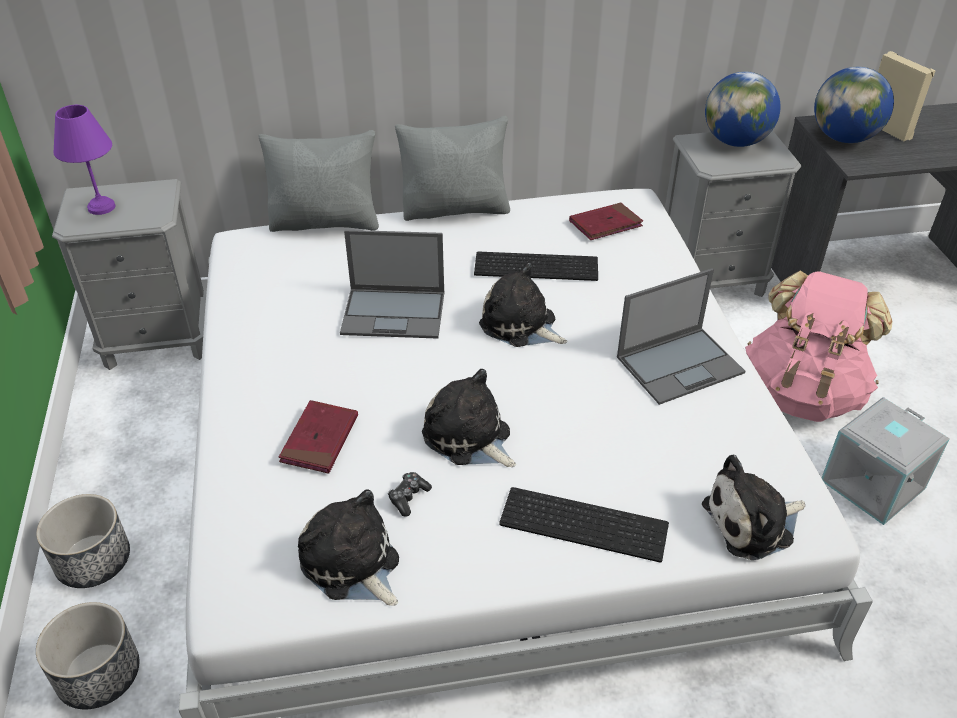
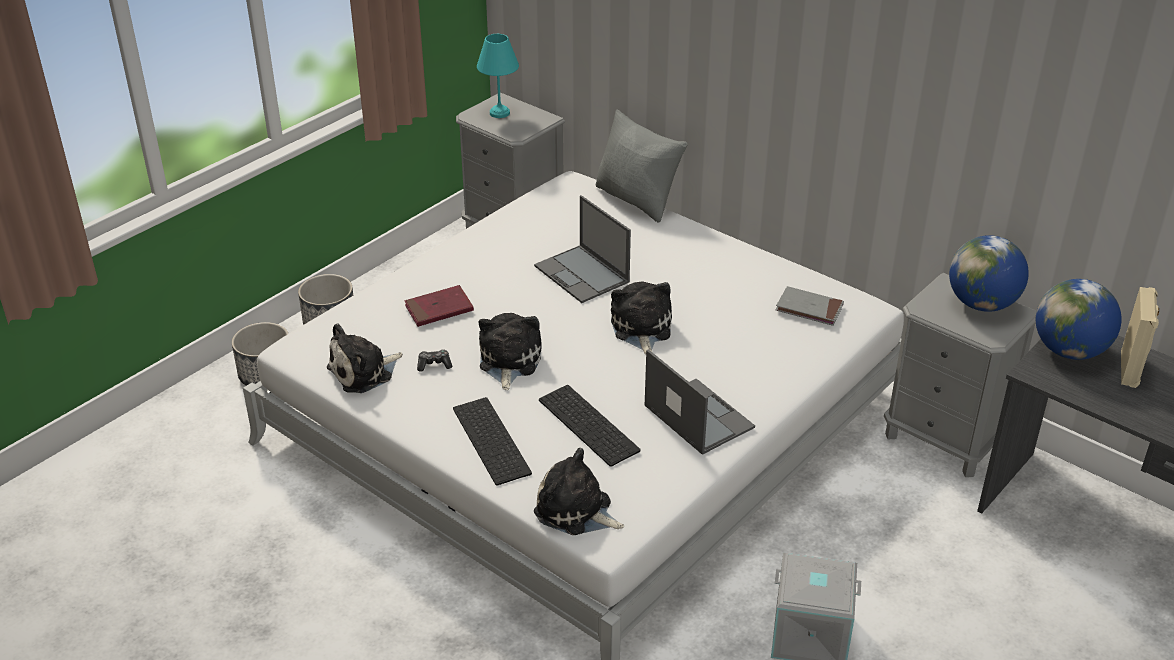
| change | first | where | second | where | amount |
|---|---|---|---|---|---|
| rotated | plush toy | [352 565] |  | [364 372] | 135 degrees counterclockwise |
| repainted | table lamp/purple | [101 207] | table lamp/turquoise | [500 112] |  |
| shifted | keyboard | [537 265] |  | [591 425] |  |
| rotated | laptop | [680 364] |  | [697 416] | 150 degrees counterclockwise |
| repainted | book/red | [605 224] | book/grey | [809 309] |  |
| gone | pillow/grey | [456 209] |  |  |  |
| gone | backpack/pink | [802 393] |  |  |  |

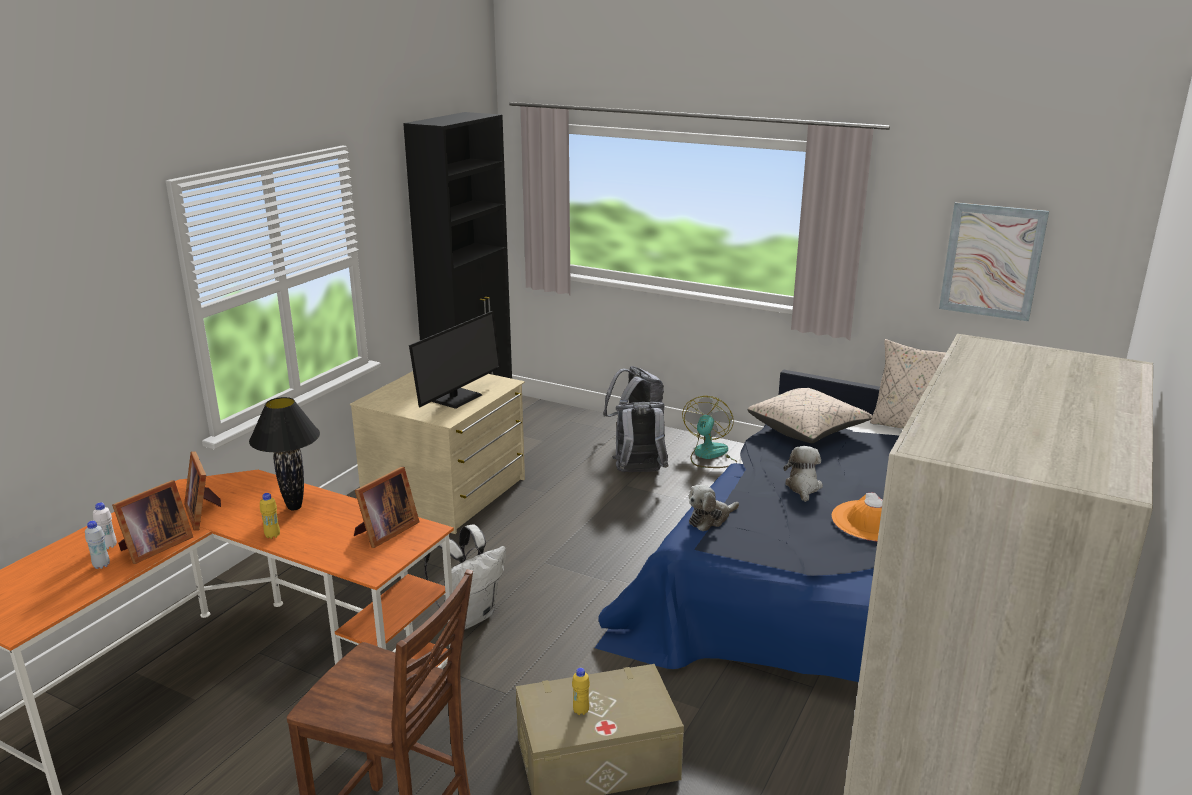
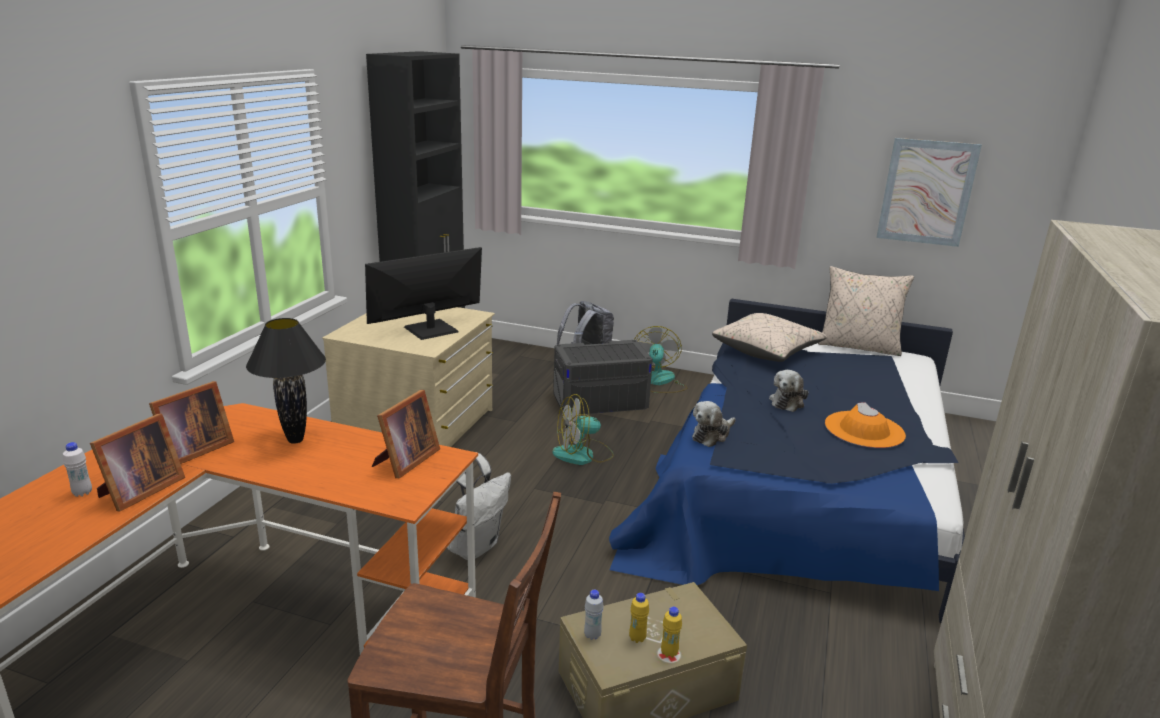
| change | first | where | second | where | amount |
|---|---|---|---|---|---|
| rotated | picture frame | [204 513] |  | [192 451] | 105 degrees counterclockwise |
| rotated | monitor | [455 397] |  | [430 329] | 150 degrees counterclockwise |
| new |  |  | fan | [583 455] |  |
| swapped | backpack/grey | [639 473] | storage box/grey | [600 400] |  |
| shifted | bottle/white | [101 565] |  | [592 635] |  |
| shifted | bottle/yellow | [272 535] |  | [669 653] |  |
| rotated | plush toy | [803 487] |  | [787 402] | 150 degrees counterclockwise |

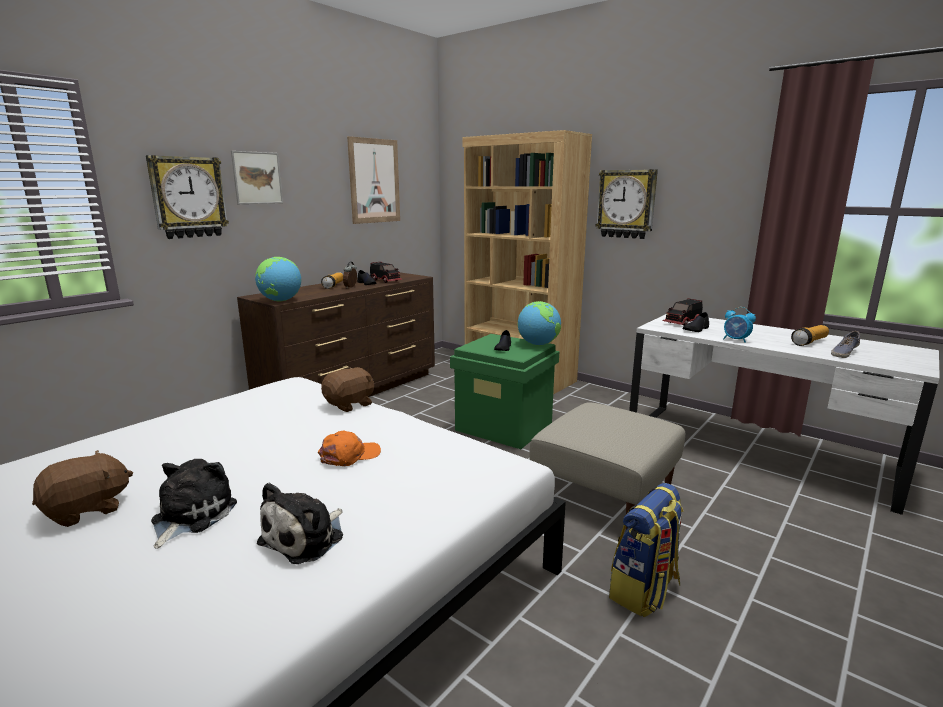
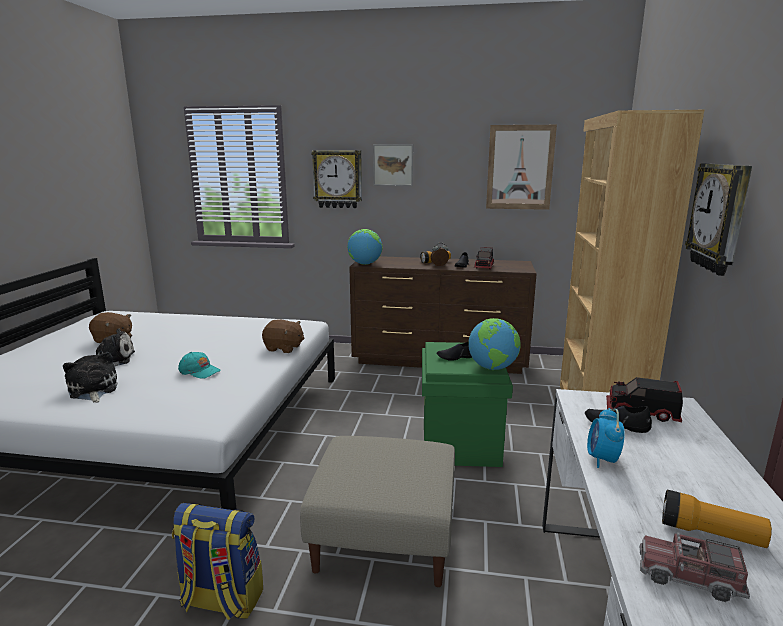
| change | first | where | second | where | amount |
|---|---|---|---|---|---|
| rotated | plush toy | [306 538] |  | [93 390] | 60 degrees clockwise |
| repainted | cap/orange | [349 455] | cap/turquoise | [199 371] |  |
| swapped | shoe | [844 353] | toy truck | [689 577] |  |

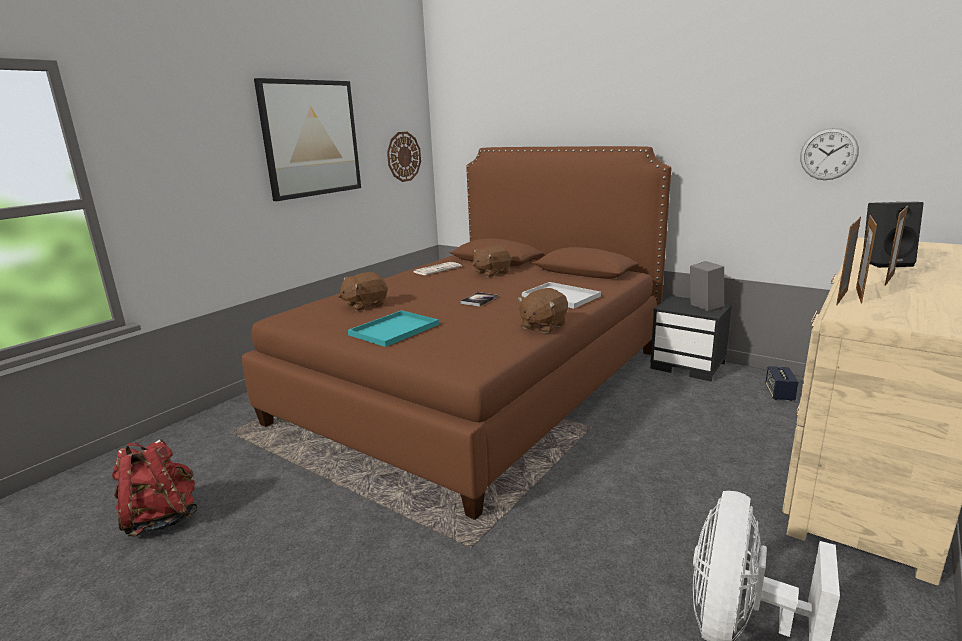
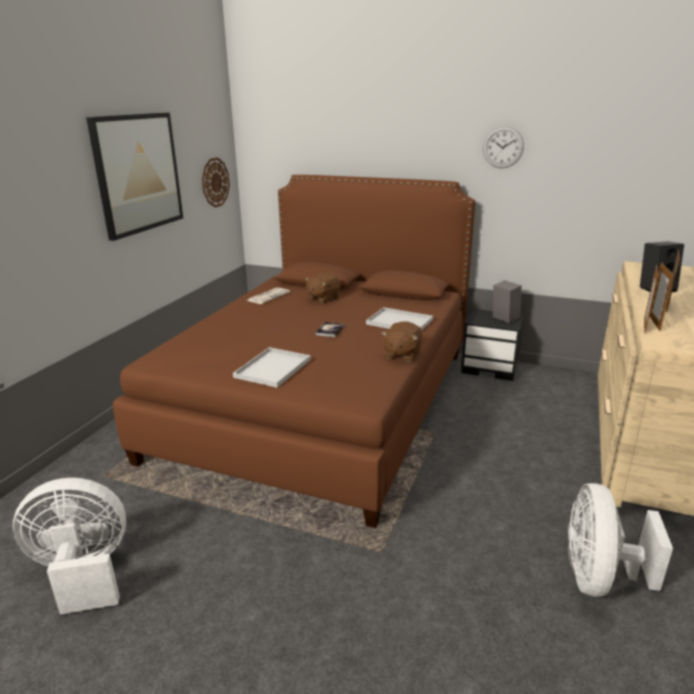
| change | first | where | second | where | amount |
|---|---|---|---|---|---|
| swapped | backpack/red | [161 519] | fan/white | [82 572] |  |
| repainted | tray/turquoise | [393 330] | tray/white | [273 369] |  |
| shifted | wall clock | [828 154] |  | [503 147] |  |
| gone | plush toy/brown | [365 305] |  |  |  |
| gone | speaker | [779 394] |  |  |  |

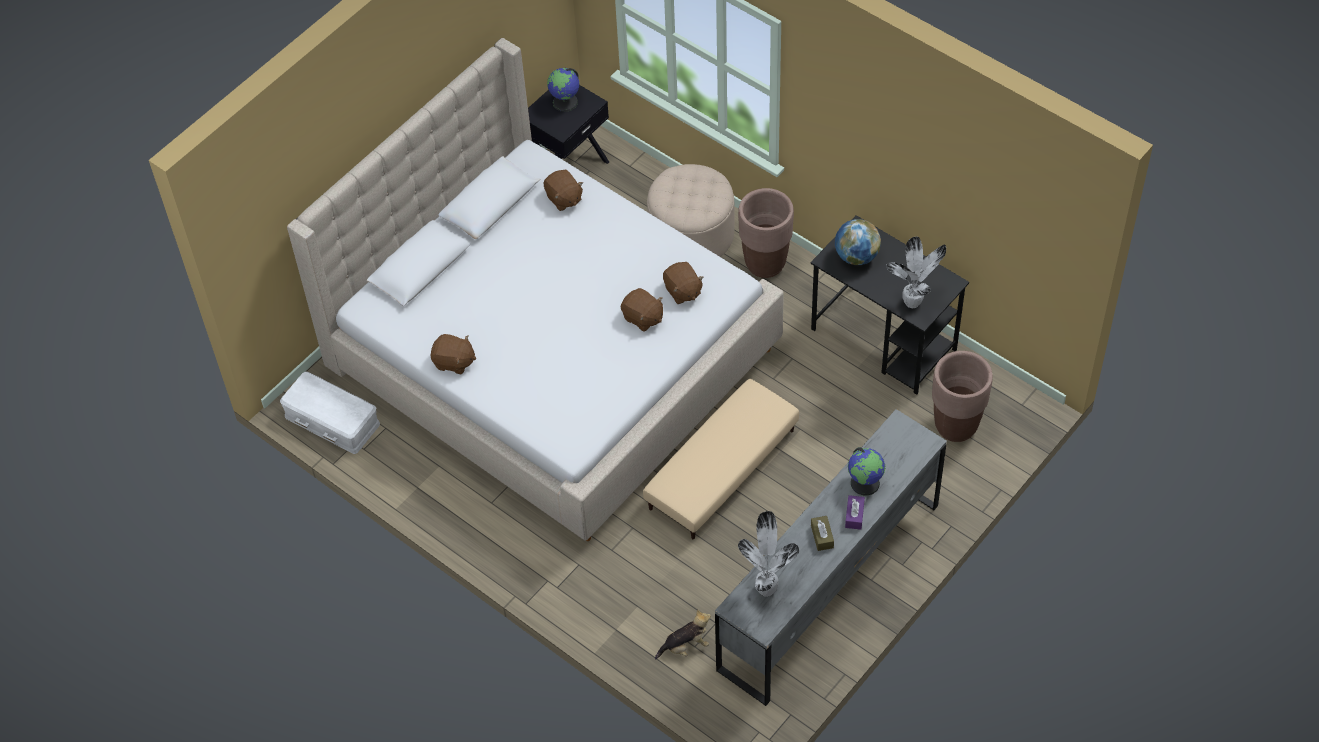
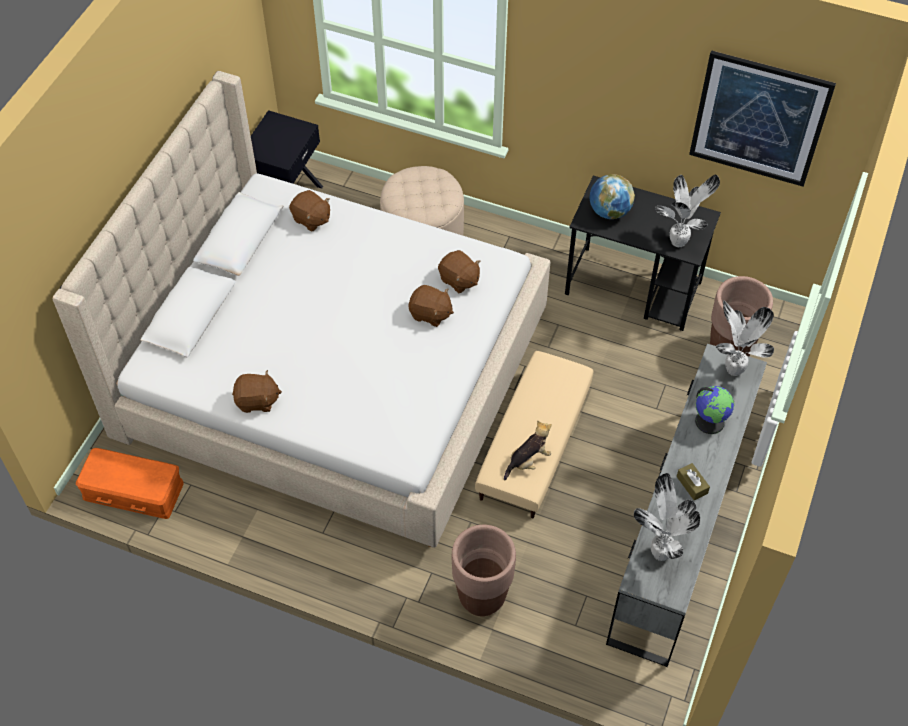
| change | first | where | second | where | amount |
|---|---|---|---|---|---|
| repainted | storage box/white | [333 419] | storage box/orange | [133 489] |  |
| shifted | planter/brown | [765 263] |  | [482 597] |  |
| shifted | plush toy | [685 646] |  | [528 460] |  |
| new |  |  | picture | [759 119] |  |
| new |  |  | potted plant | [732 369] |  |
| gone | globe | [565 102] |  |  |  |
| gone | tissue box/purple | [854 515] |  |  |  |

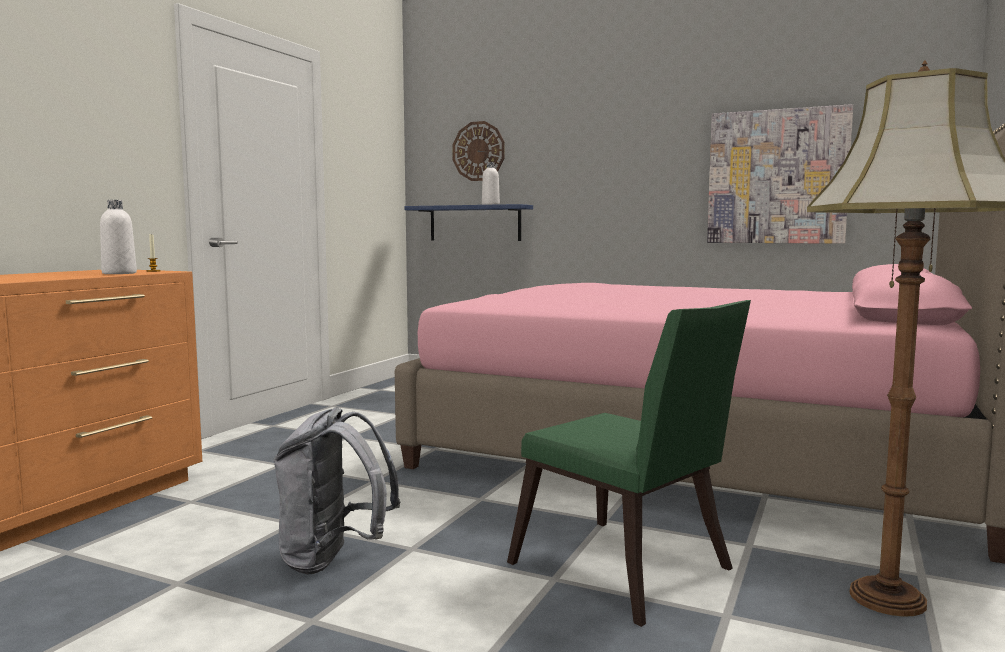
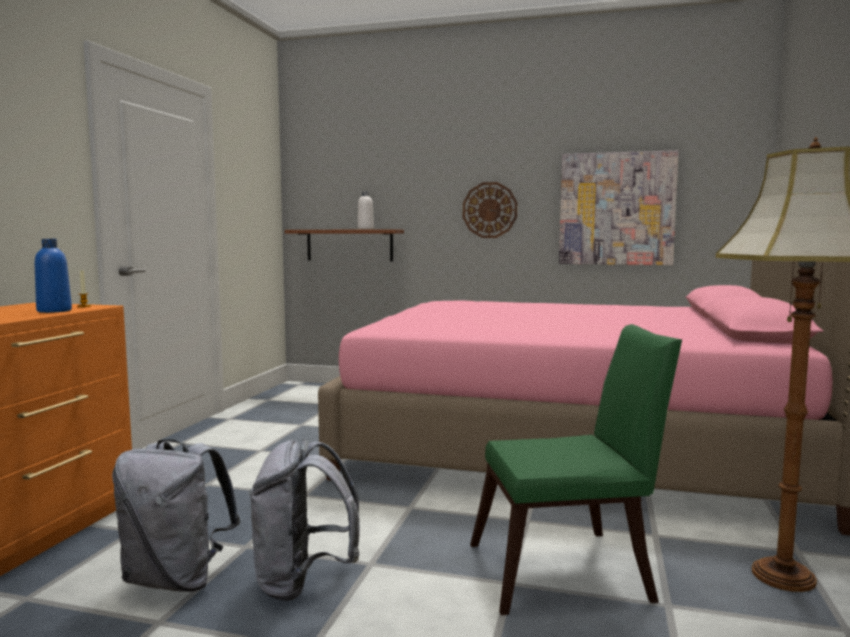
| change | first | where | second | where | amount |
|---|---|---|---|---|---|
| repainted | bottle/white | [119 273] | bottle/blue | [54 311] |  |
| new |  |  | backpack/grey | [176 579] |  |
| repainted | shelf/blue | [475 223] | shelf/brown | [349 245] |  |
| shifted | wall clock | [478 151] |  | [489 210] |  |
| rotated | chair/green | [628 573] |  | [570 572] | 45 degrees counterclockwise |

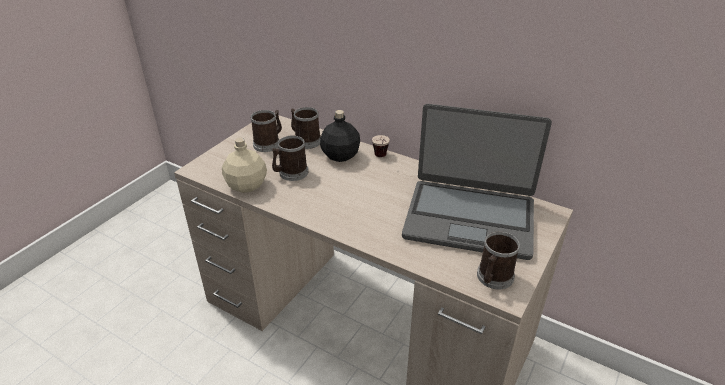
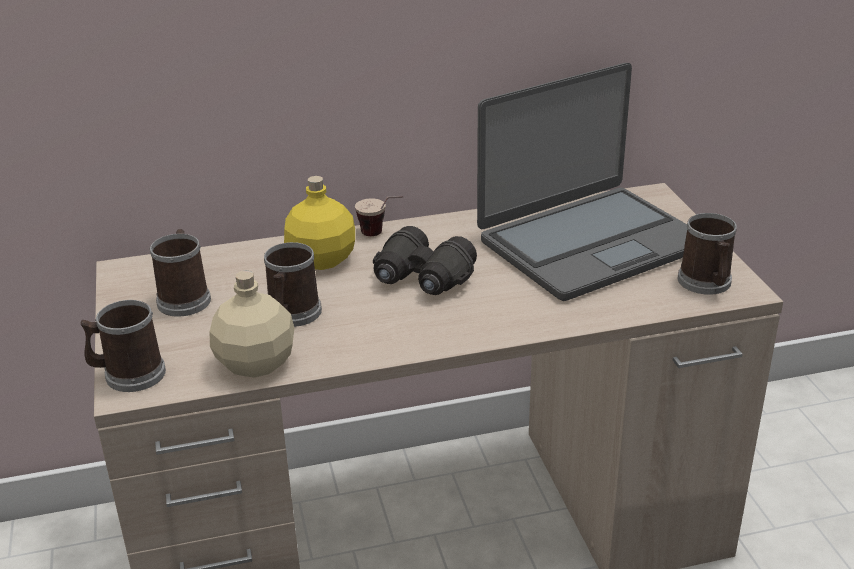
| change | first | where | second | where | amount |
|---|---|---|---|---|---|
| shifted | mug | [305 140] |  | [128 375] |  |
| repainted | bottle/black | [341 156] | bottle/yellow | [323 259] |  |
| new |  |  | binoculars/black | [422 279] |  |

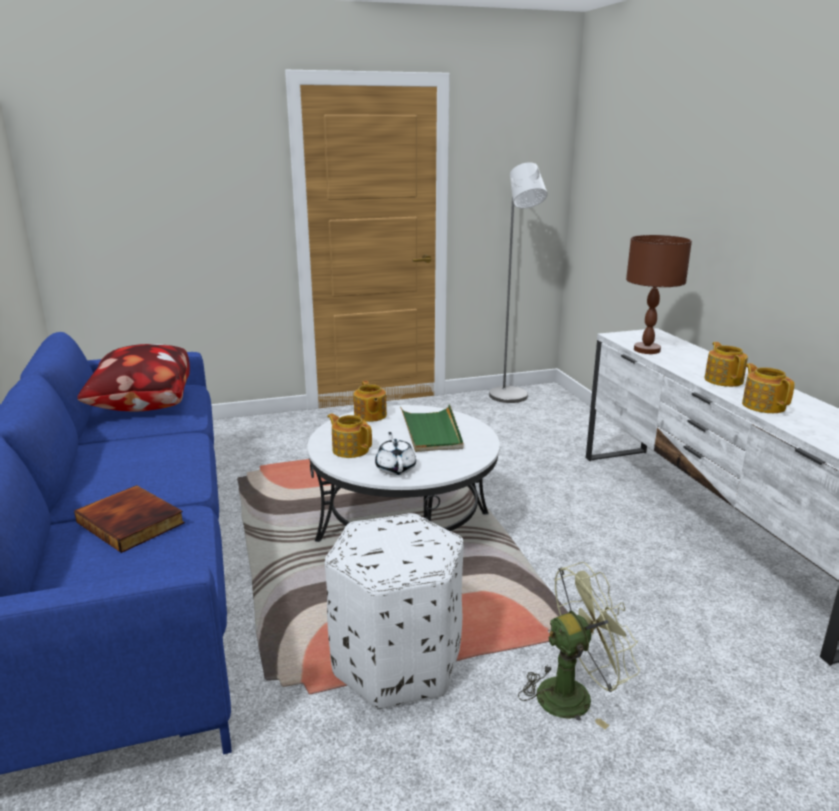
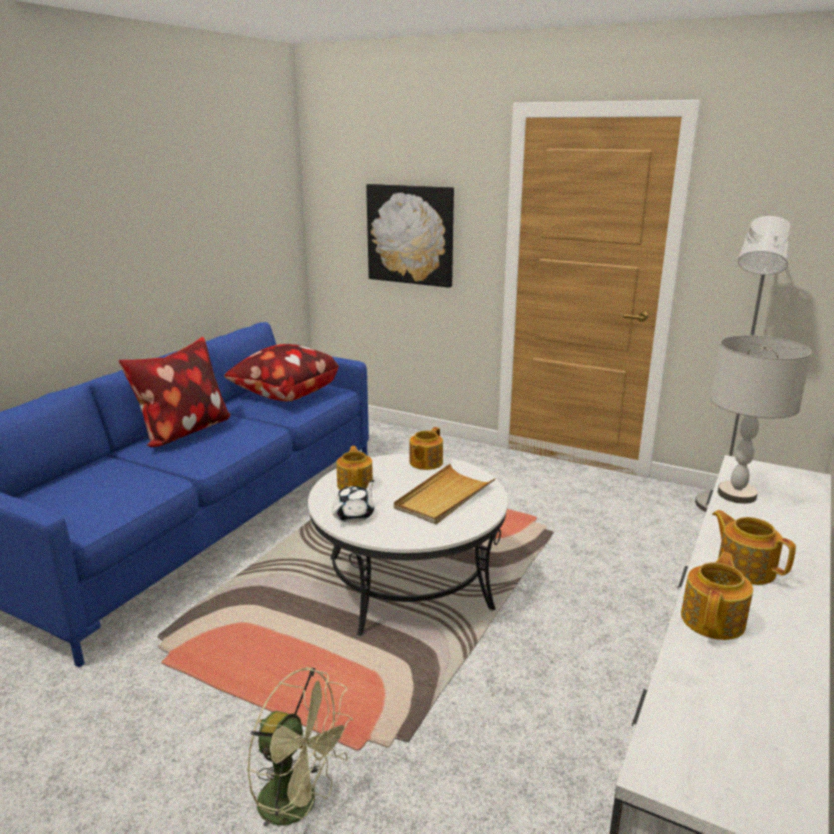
| change | first | where | second | where | amount |
|---|---|---|---|---|---|
| new |  |  | pillow | [183 432] |  |
| new |  |  | picture | [410 234] |  |
| repainted | tray/green | [431 431] | tray/beige | [444 497] |  |
| repainted | table lamp/brown | [647 350] | table lamp/grey | [737 495] |  |
| rotated | teapot | [723 380] |  | [745 568] | 75 degrees counterclockwise |
| gone | book | [132 522] |  |  |  |
| gone | ottoman/white | [396 661] |  |  |  |

